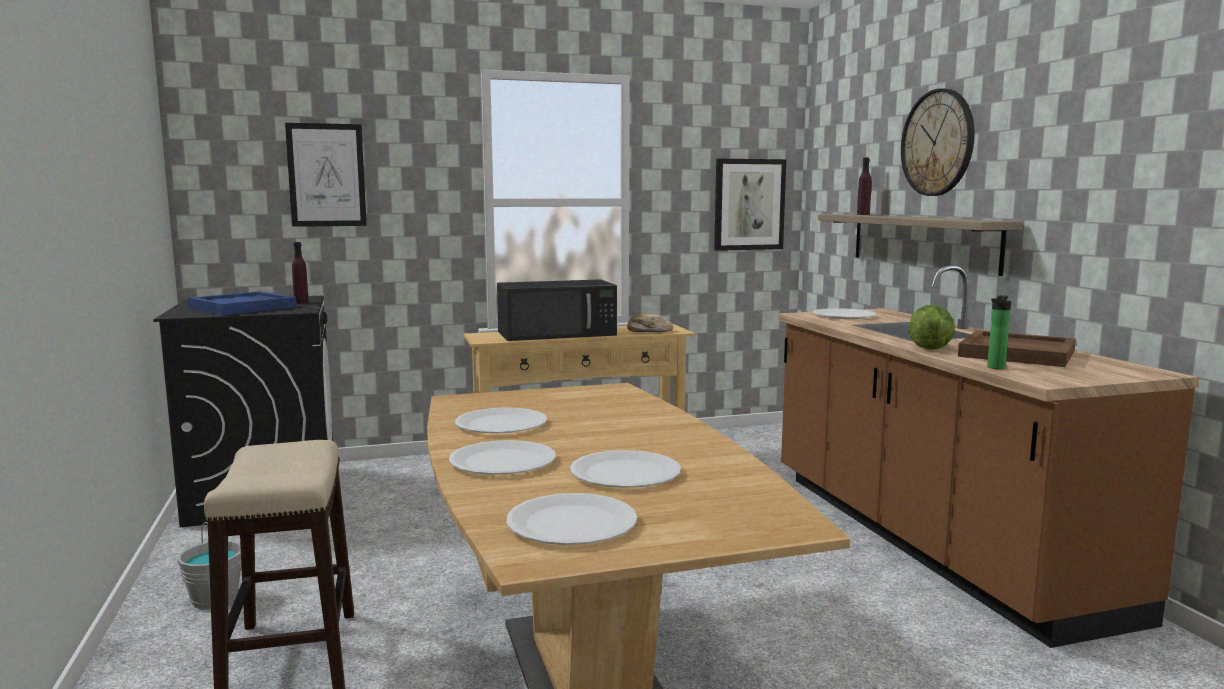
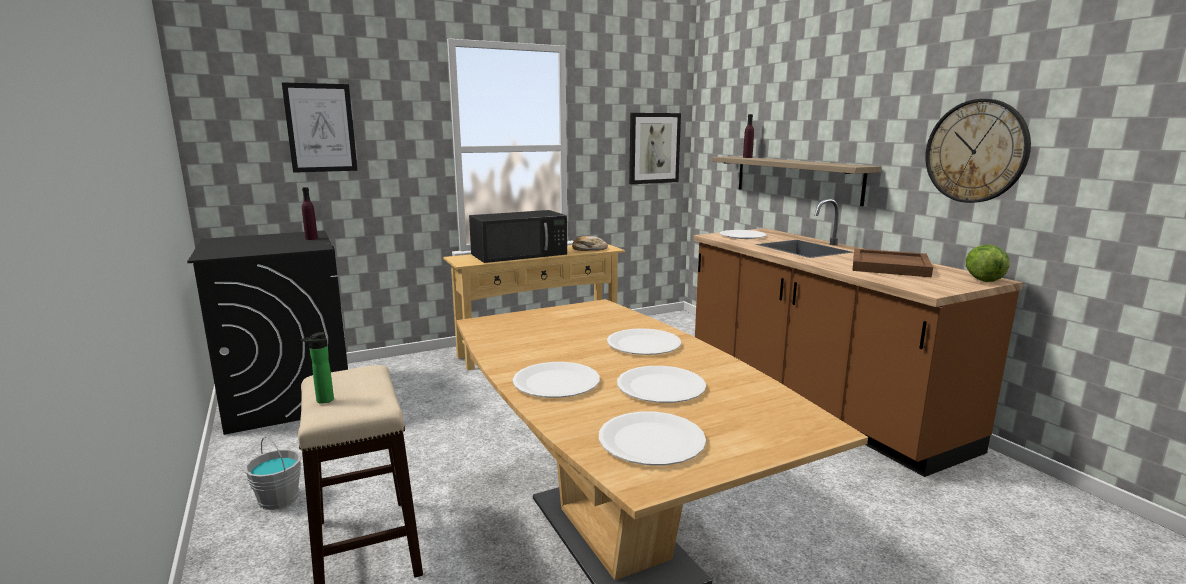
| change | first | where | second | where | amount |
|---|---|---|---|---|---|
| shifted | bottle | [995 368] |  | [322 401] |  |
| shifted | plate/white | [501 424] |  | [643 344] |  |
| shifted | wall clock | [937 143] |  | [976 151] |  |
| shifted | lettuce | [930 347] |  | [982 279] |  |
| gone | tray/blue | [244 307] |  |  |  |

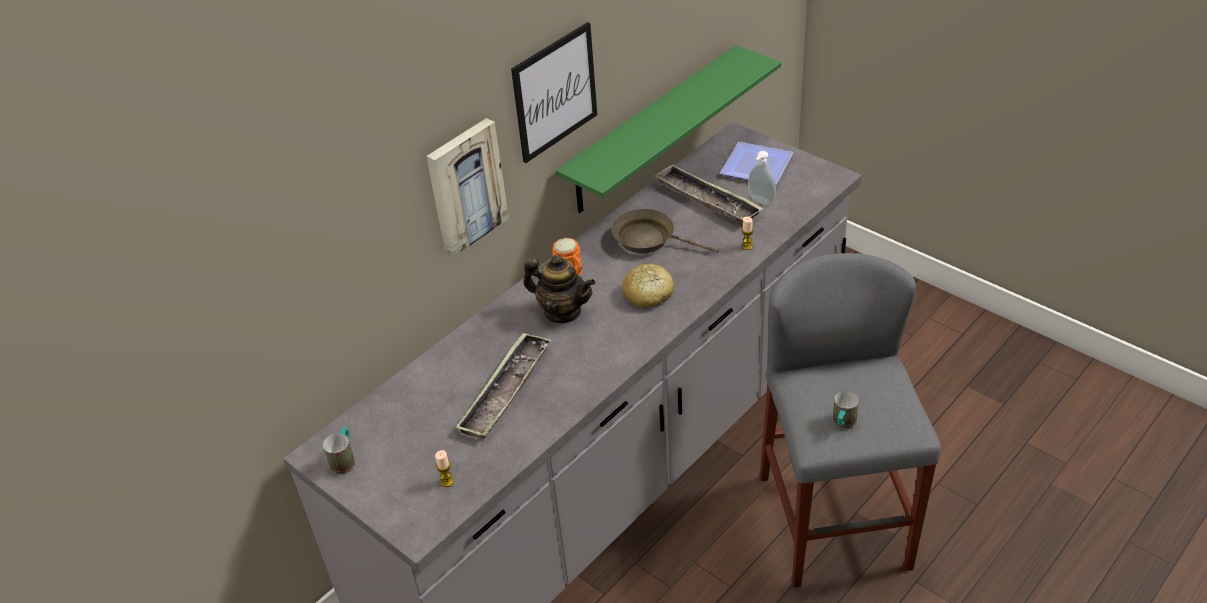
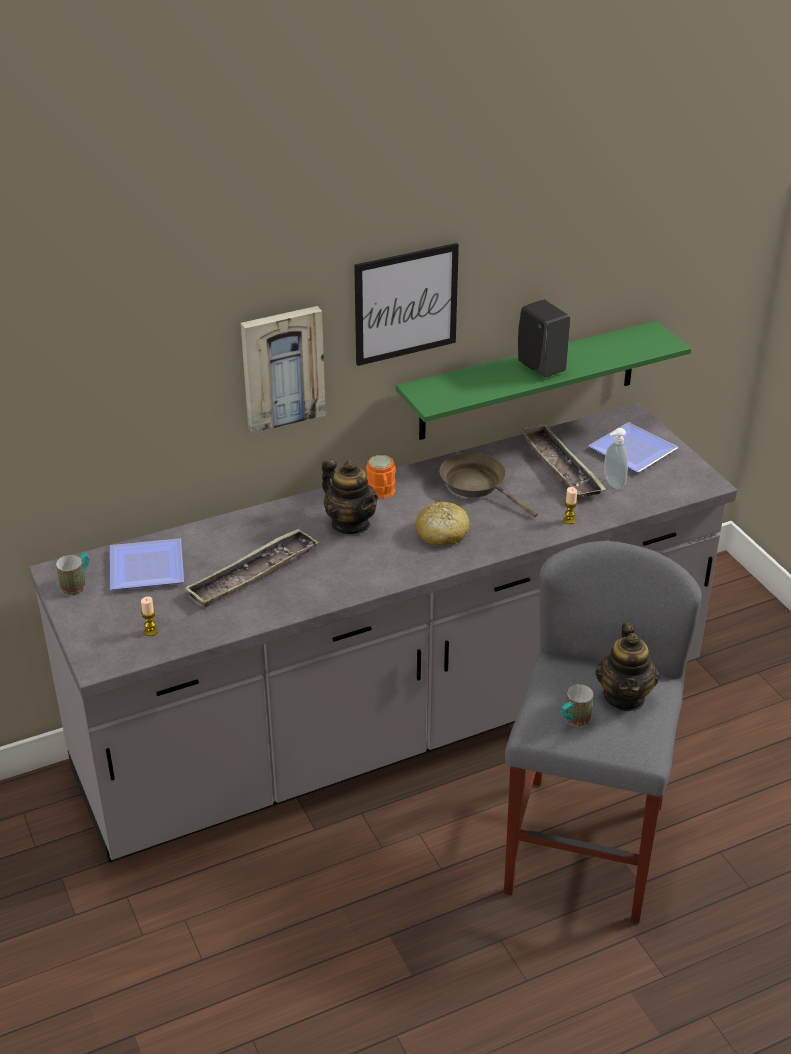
| change | first | where | second | where | amount |
|---|---|---|---|---|---|
| new |  |  | plate | [144 569] |  |
| new |  |  | soap dispenser/black | [540 367] |  |
| new |  |  | teapot | [625 697] |  |

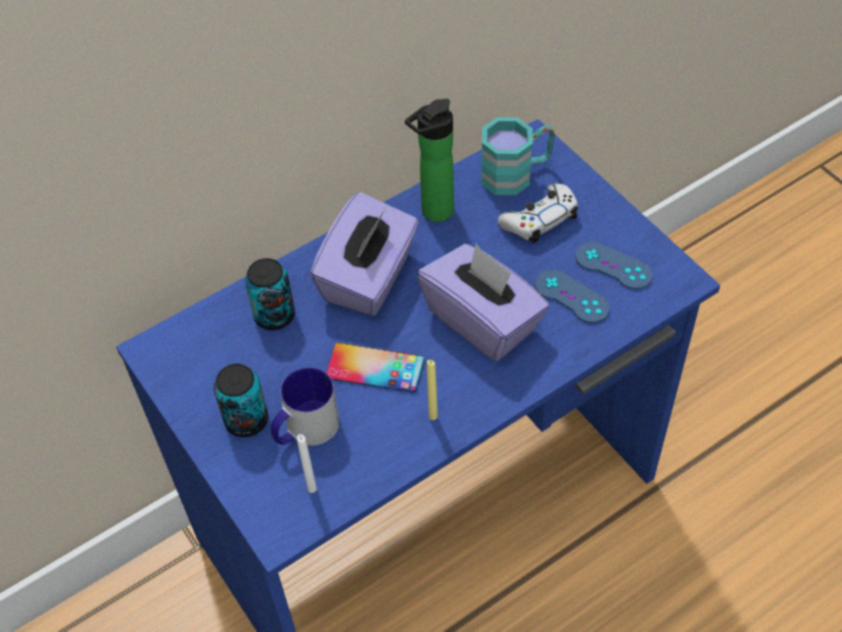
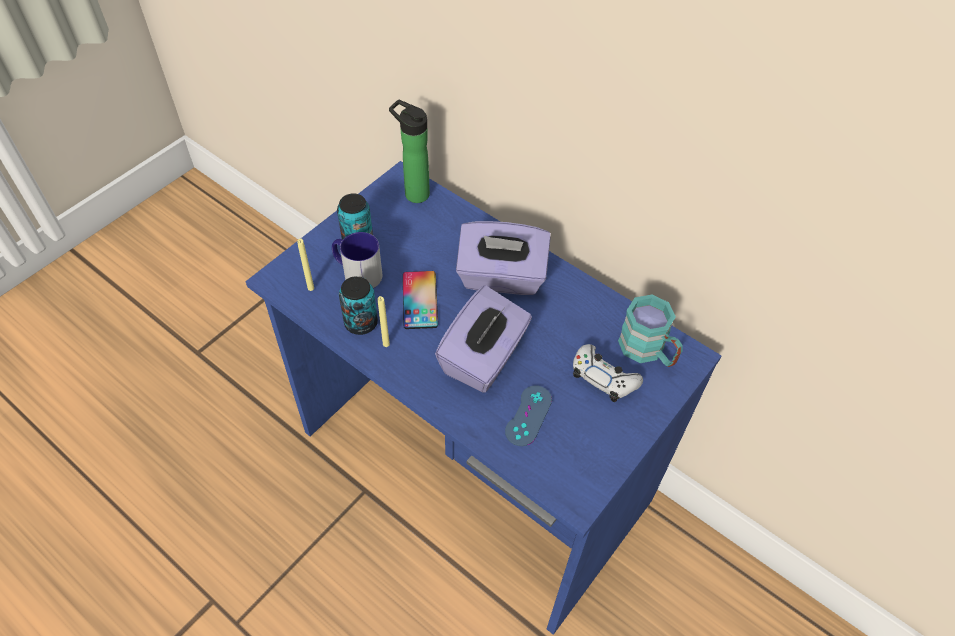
| change | first | where | second | where | amount |
|---|---|---|---|---|---|
| repainted | candle/white | [312 489] | candle/yellow | [311 288] |  |
| shifted | can | [274 316] |  | [361 323] |  |
| shifted | bottle | [433 213] |  | [413 193] |  |
| gone | game controller/blue | [613 266] |  |  |  |

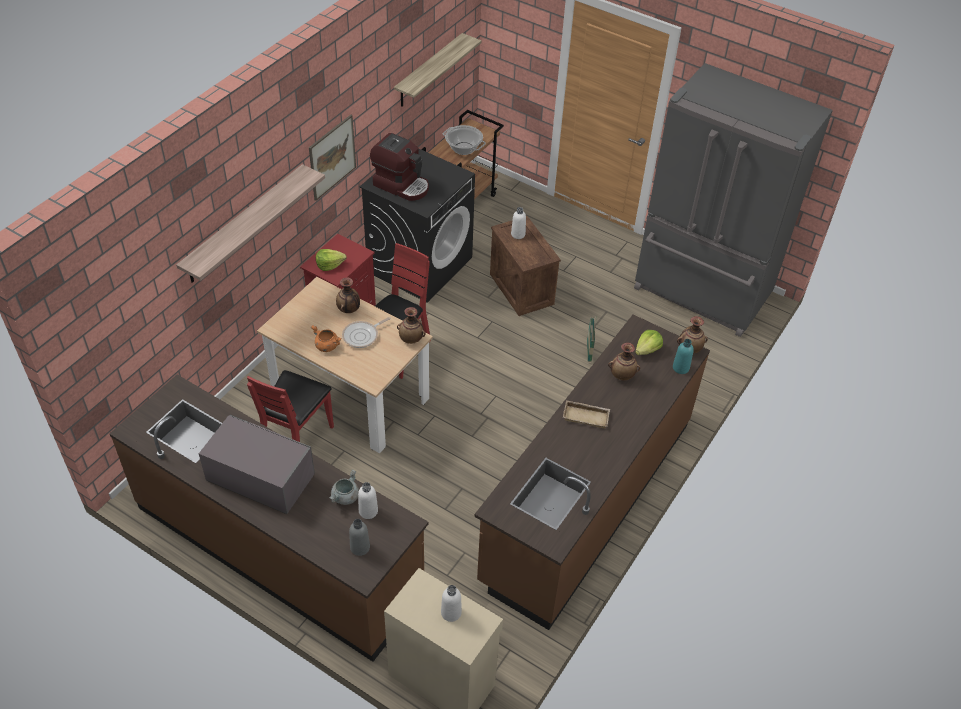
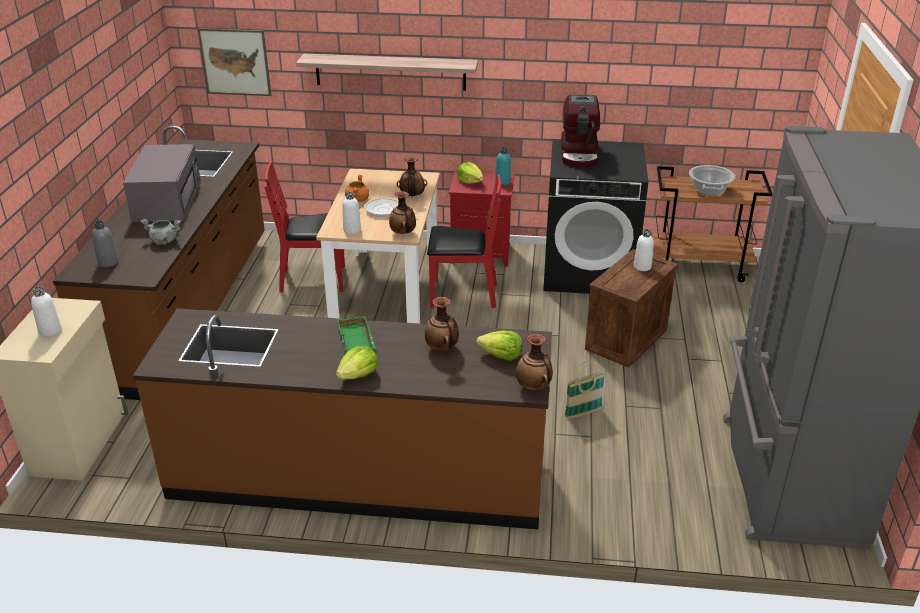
| change | first | where | second | where | amount |
|---|---|---|---|---|---|
| shifted | picture | [332 157] |  | [235 62] |  |
| new |  |  | lettuce | [358 375] |  |
| repainted | tray/beige | [586 416] | tray/green | [358 339] |  |
| shifted | bottle/white | [368 511] |  | [352 230] |  |
| shifted | bottle/turquoise | [680 368] |  | [503 182] |  |
| gone | shelf | [429 71] |  |  |  |

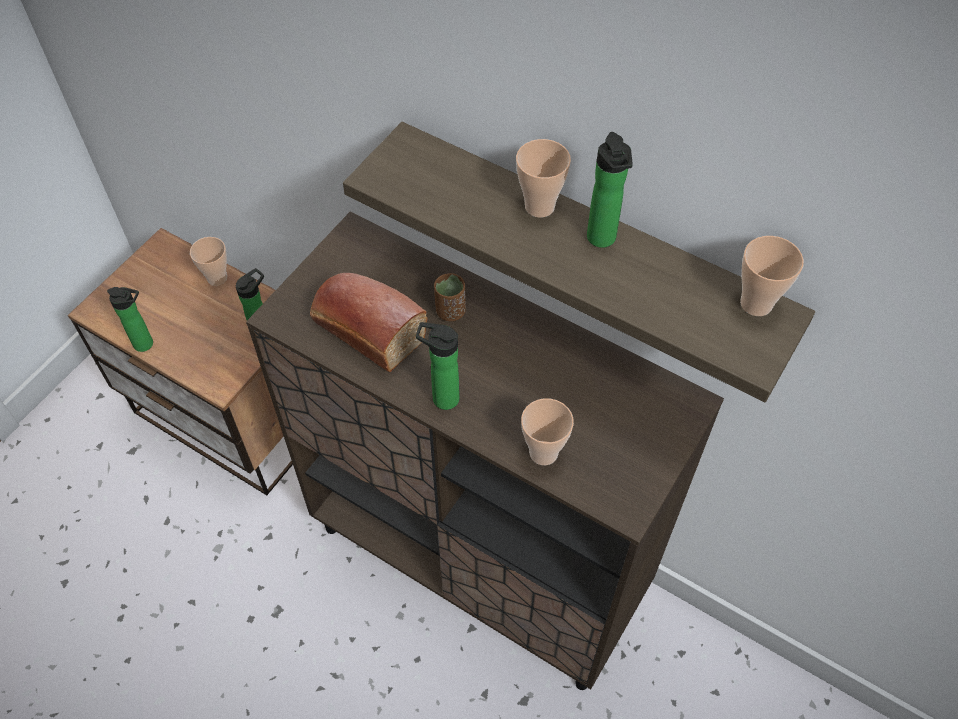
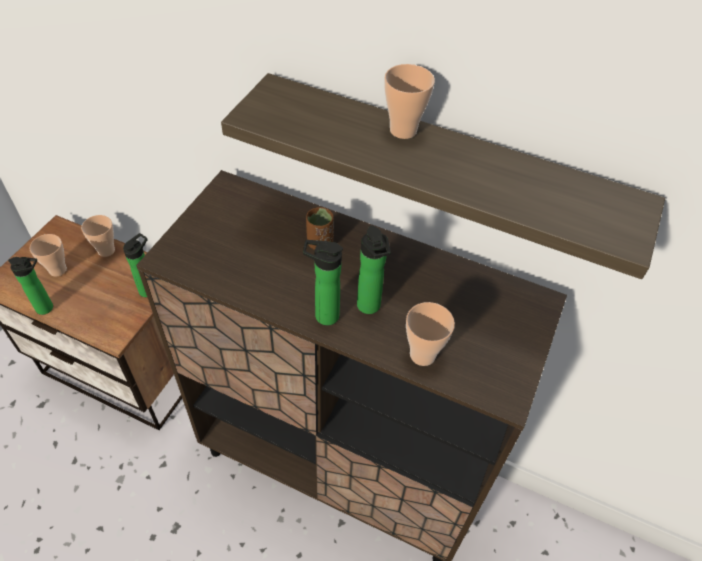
| change | first | where | second | where | amount |
|---|---|---|---|---|---|
| shifted | cup | [756 303] |  | [57 270] |  |
| shifted | bottle | [602 240] |  | [369 308] |  |
| gone | bread | [365 329] |  |  |  |

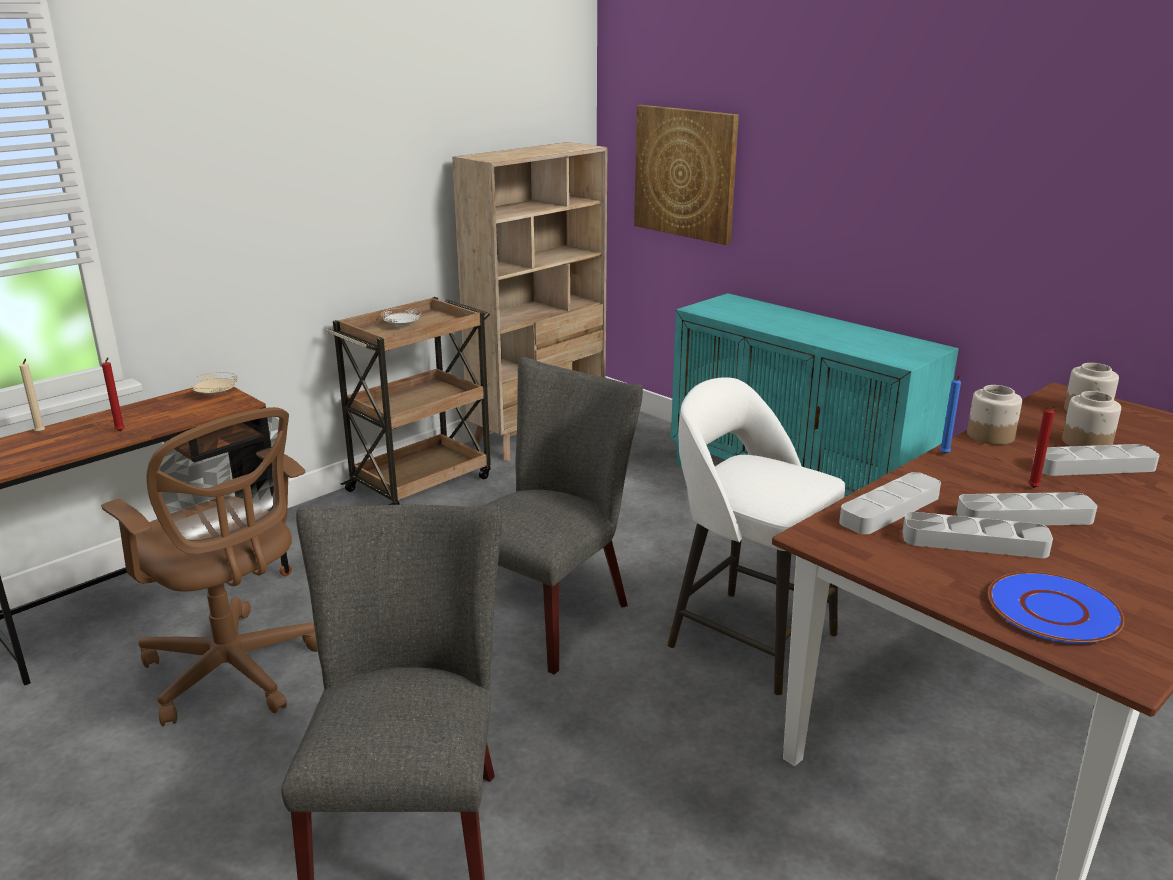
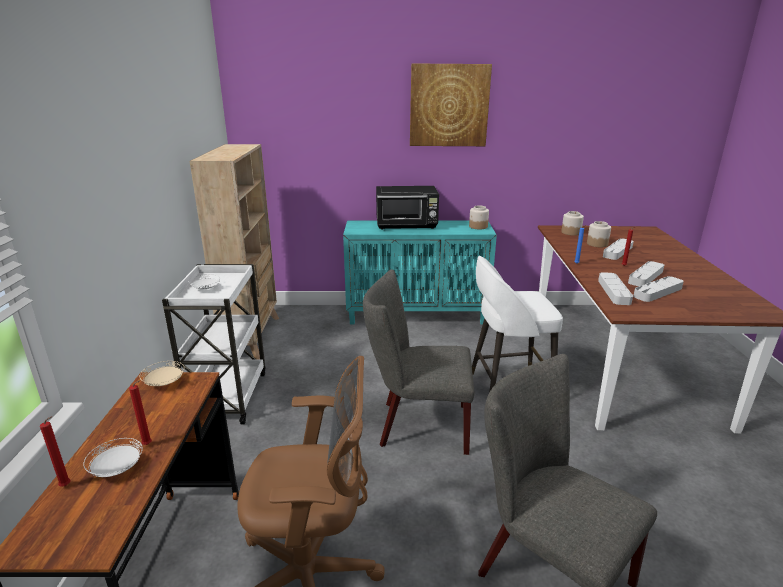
| change | first | where | second | where | amount |
|---|---|---|---|---|---|
| repainted | candle/beige | [41 433] | candle/red | [67 486] |  |
| new |  |  | plate/white | [117 469] |  |
| repainted | cart/brown | [422 483] | cart/white | [228 395] |  |
| rotated | chair/grey | [551 612] |  | [417 425] | 75 degrees counterclockwise |
| new |  |  | microwave/black | [407 225] |  |
| shifted | picture | [685 173] |  | [449 105] |  |
| shifted | jar | [990 436] |  | [478 227] |  |
| gone | plate/blue | [1054 610] |  |  |  |

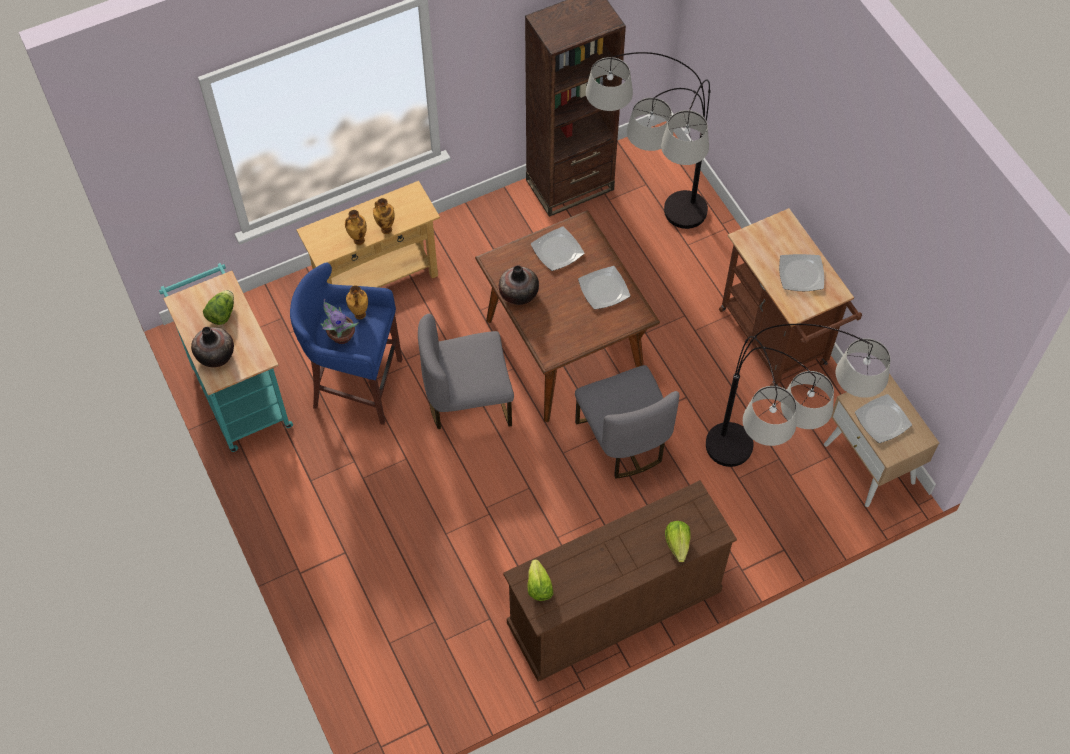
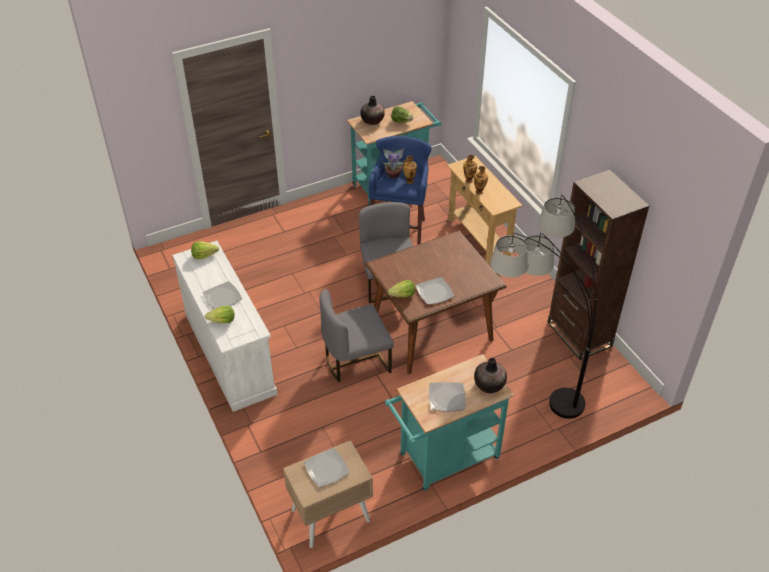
| change | first | where | second | where | amount |
|---|---|---|---|---|---|
| repainted | dresser/brown | [613 608] | dresser/white | [229 353] |  |
| shifted | plate | [557 251] |  | [222 297] |  |
| repainted | cart/brown | [777 342] | cart/turquoise | [443 459] |  |
| new |  |  | lettuce | [403 295] |  |
| shifted | vase | [518 294] |  | [489 385] |  |
| gone | floor lamp | [761 492] |  |  |  |

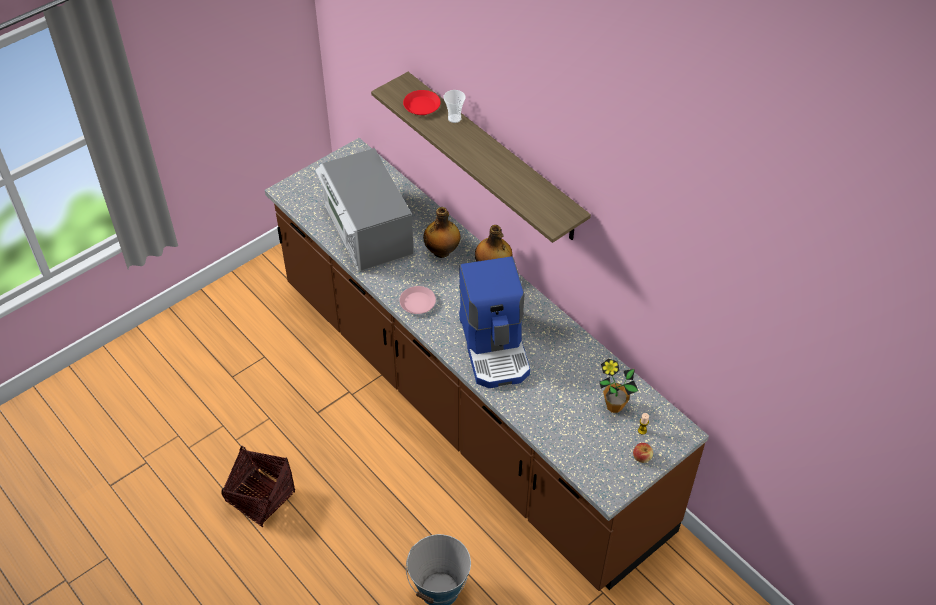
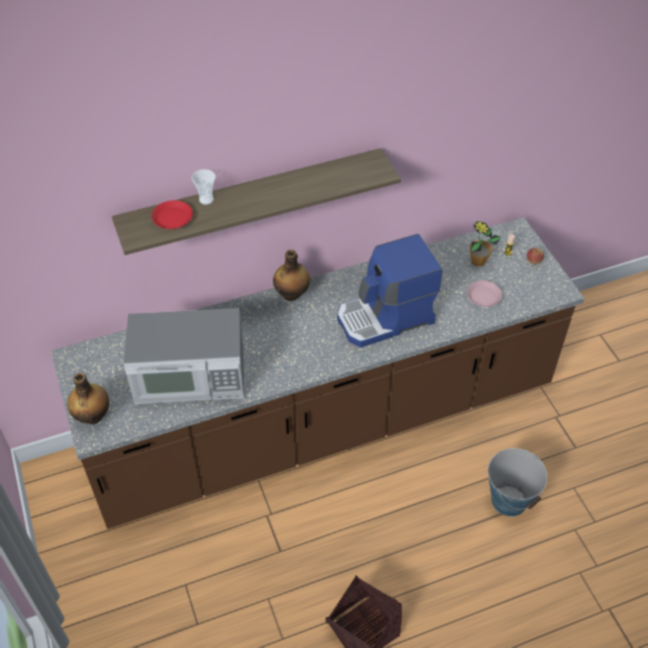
| change | first | where | second | where | amount |
|---|---|---|---|---|---|
| shifted | bottle | [442 251] |  | [93 415] |  |
| rotated | coffee machine | [495 347] |  | [386 318] | 150 degrees clockwise |
| shifted | plate/pink | [417 303] |  | [484 296] |  |

